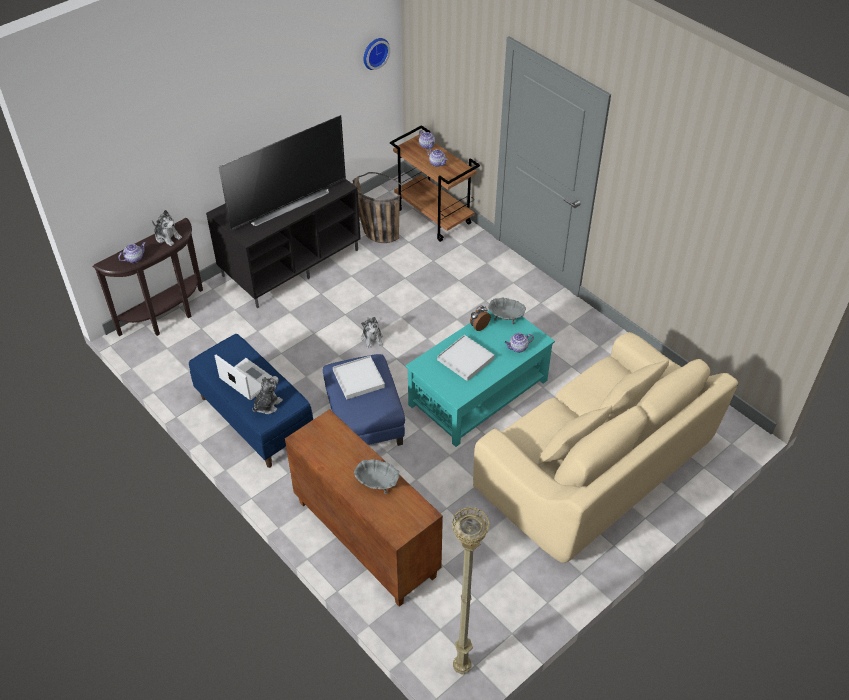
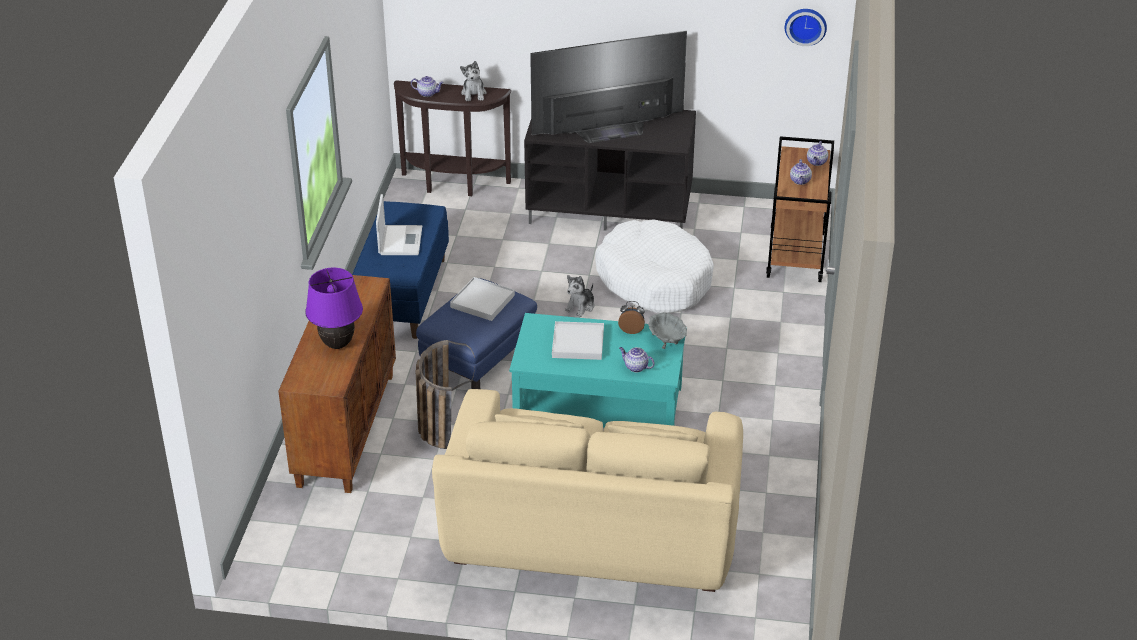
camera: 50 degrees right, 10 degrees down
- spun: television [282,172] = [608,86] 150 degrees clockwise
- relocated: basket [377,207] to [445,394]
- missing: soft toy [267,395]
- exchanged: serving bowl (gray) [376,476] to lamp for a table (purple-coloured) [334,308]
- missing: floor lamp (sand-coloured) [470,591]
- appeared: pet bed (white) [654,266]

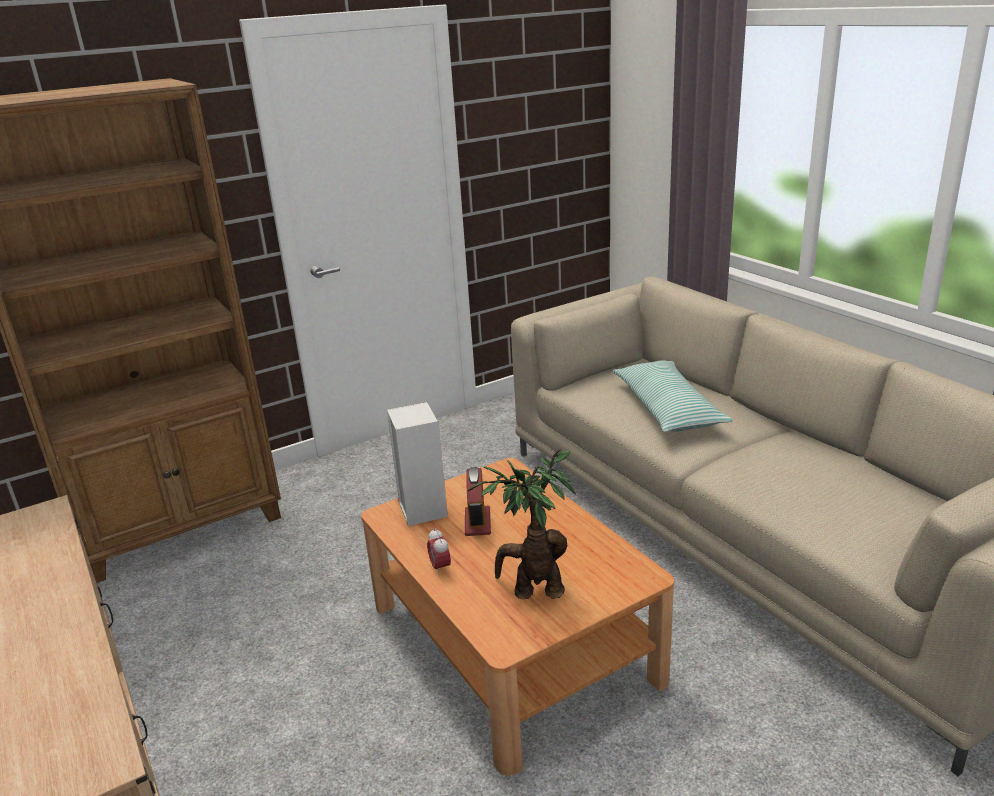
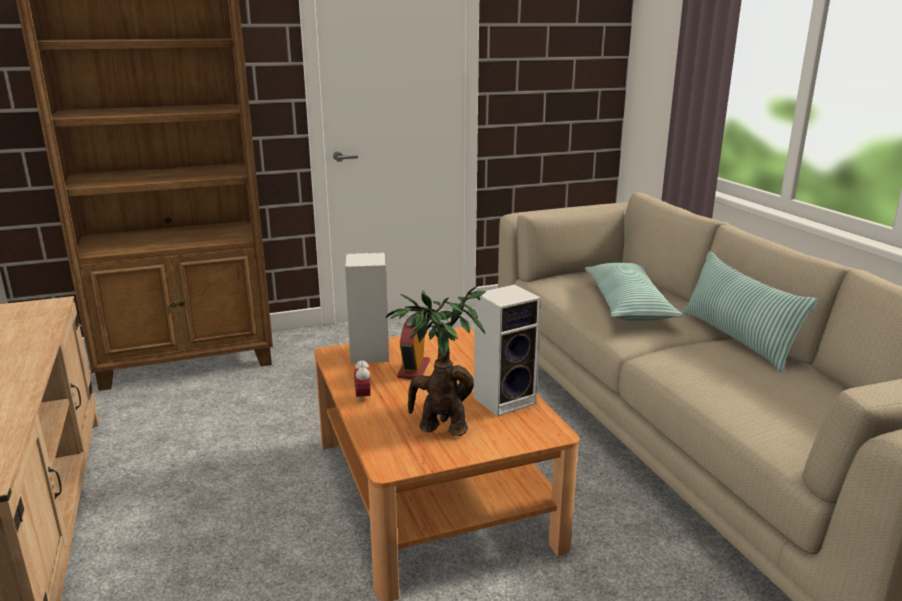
camera: 10 degrees right, 5 degrees down
- appeared: pillow [750,311]
- appeared: speaker [507,350]

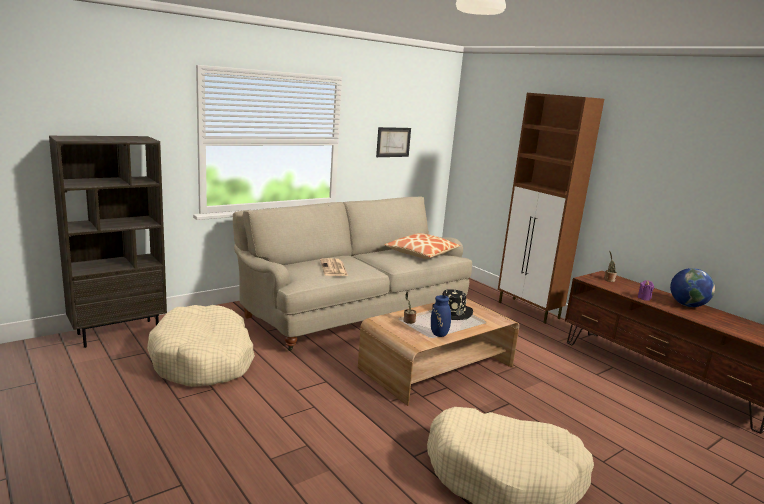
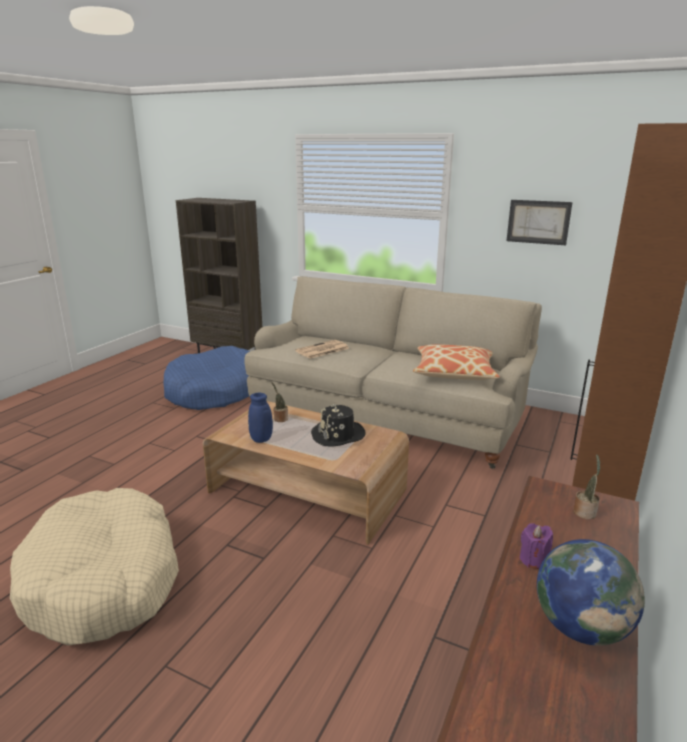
camera: 65 degrees right, 5 degrees up
- colour: pet bed (sand-coloured) [201,346] to pet bed (blue-coloured) [206,378]

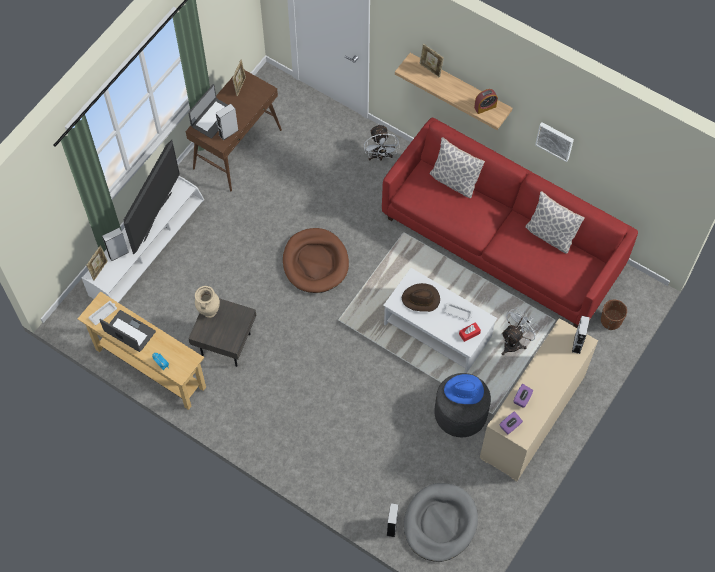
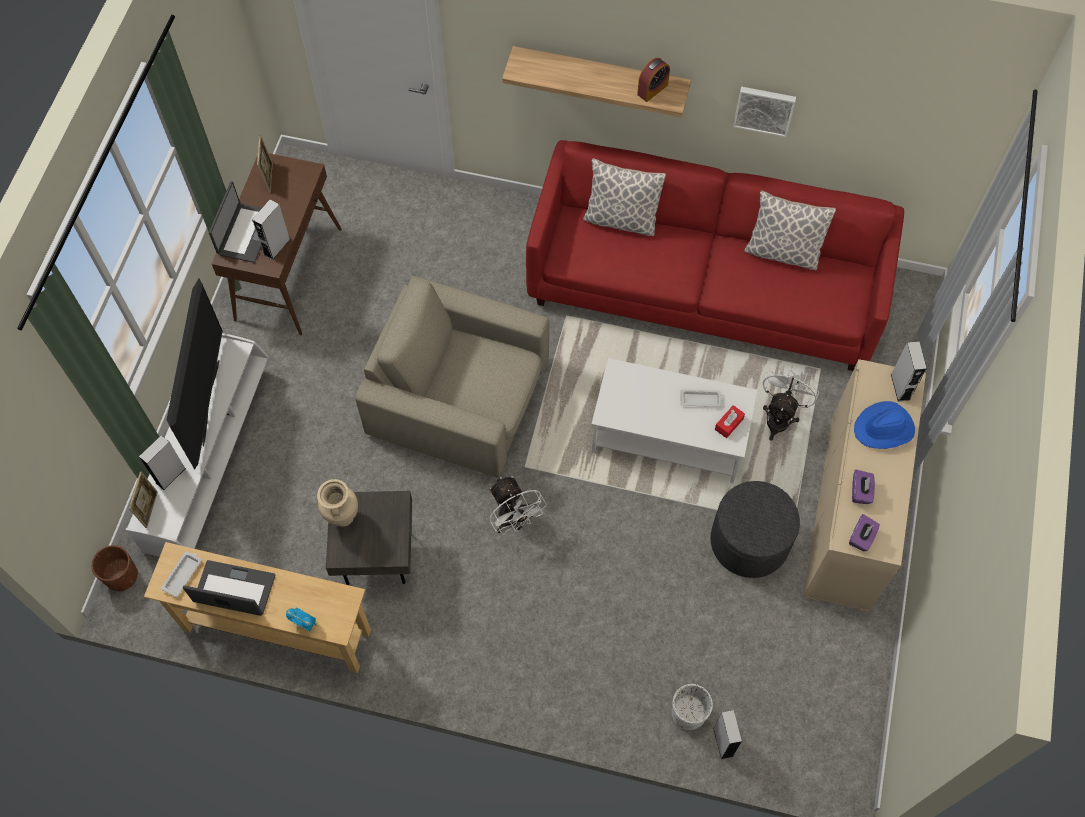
camera: 20 degrees left, 0 degrees up
- missing: picture frame [432,61]
- relocated: cooling fan (white) [382,142] to [518,505]
- exchanged: pet bed (brown-coloured) [316,260] to armchair (sand-coloured) [452,377]
- missing: hat (brown-coloured) [421,297]
- relocated: flower pot (brown-coloured) [614,315] to [114,568]
- relocated: hat (blue-coloured) [464,389] to [884,425]
- missing: pet bed (gray) [441,522]
- appeared: flower pot (white) [692,707]

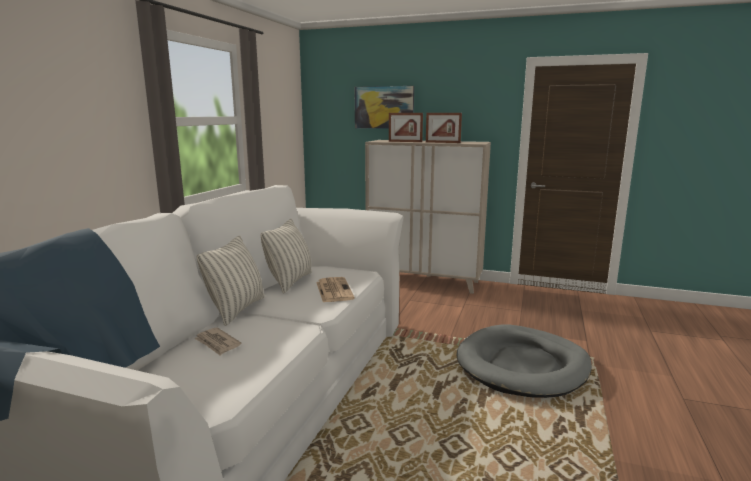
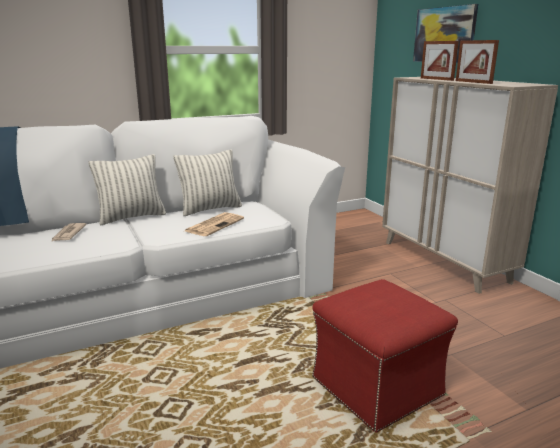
camera: 45 degrees right, 5 degrees up
- exchanged: pet bed (gray) [524,361] to pouffe (red-coloured) [385,356]

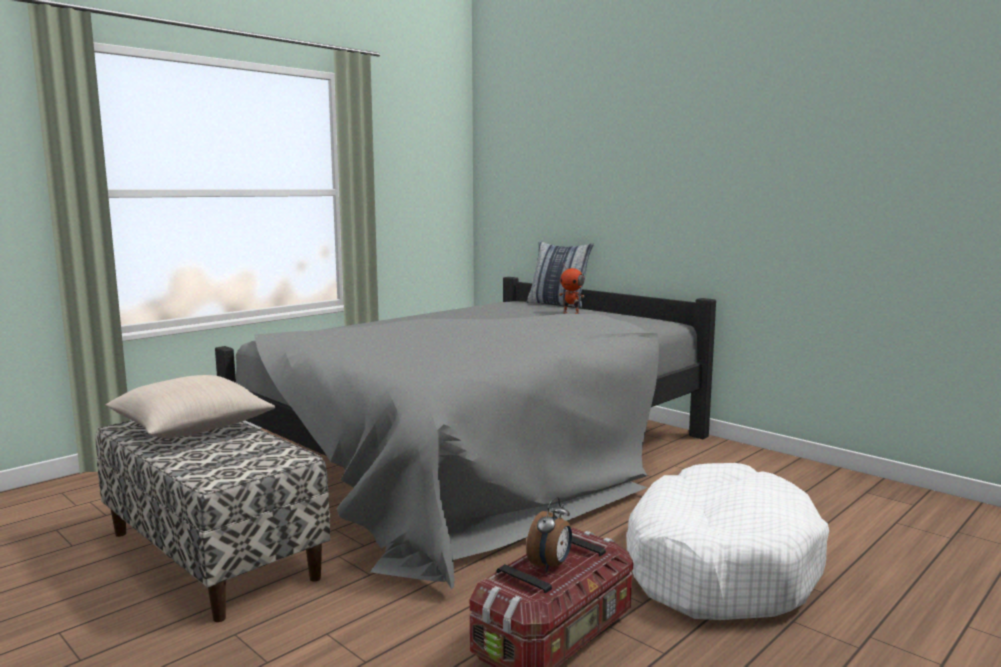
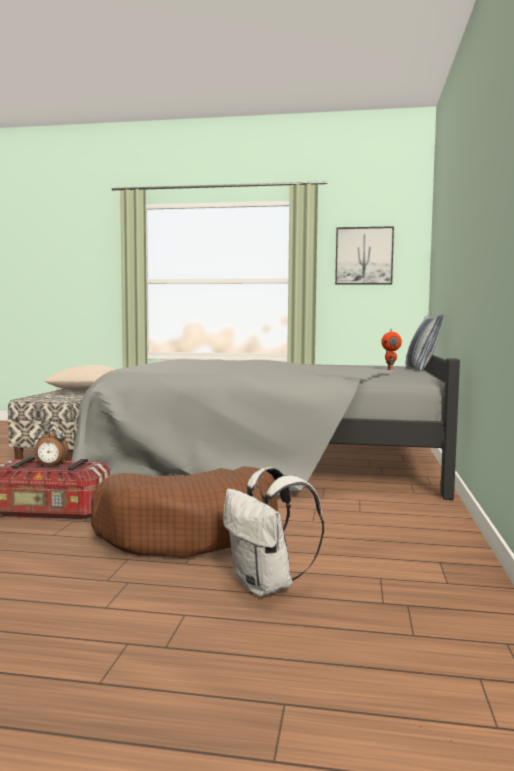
camera: 55 degrees right, 5 degrees down
- colour: pet bed (white) [727,541] to pet bed (brown-coloured) [184,512]
- appeared: picture [364,255]
- appeared: knapsack (white) [273,532]

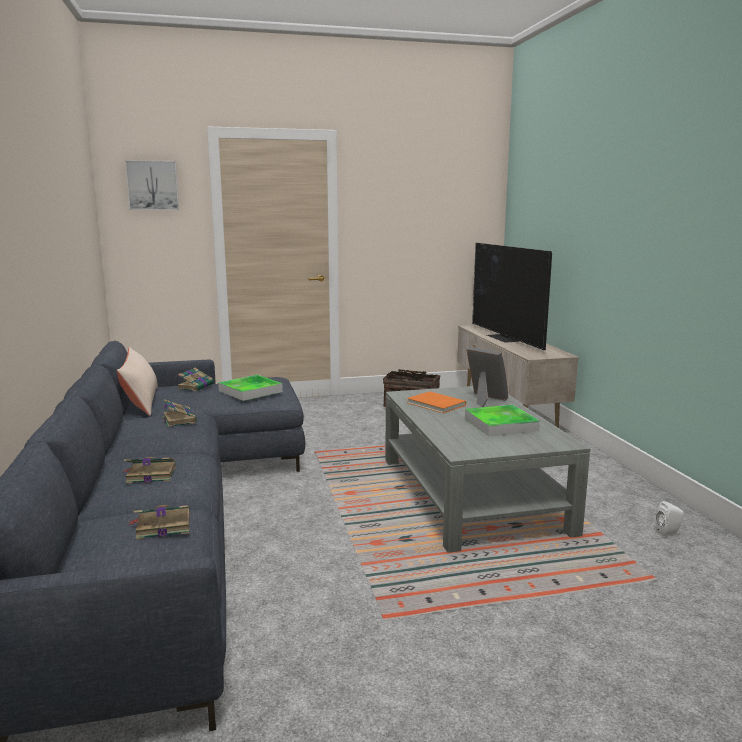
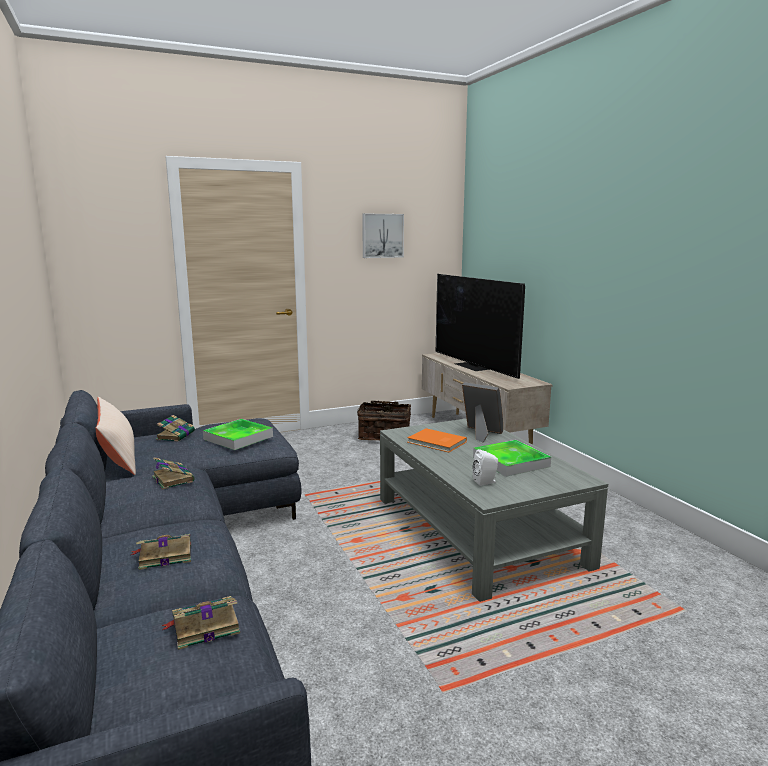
camera: 10 degrees left, 0 degrees up
- relocated: picture [152,185] to [383,236]
- relocated: speaker (white) [669,519] to [485,467]

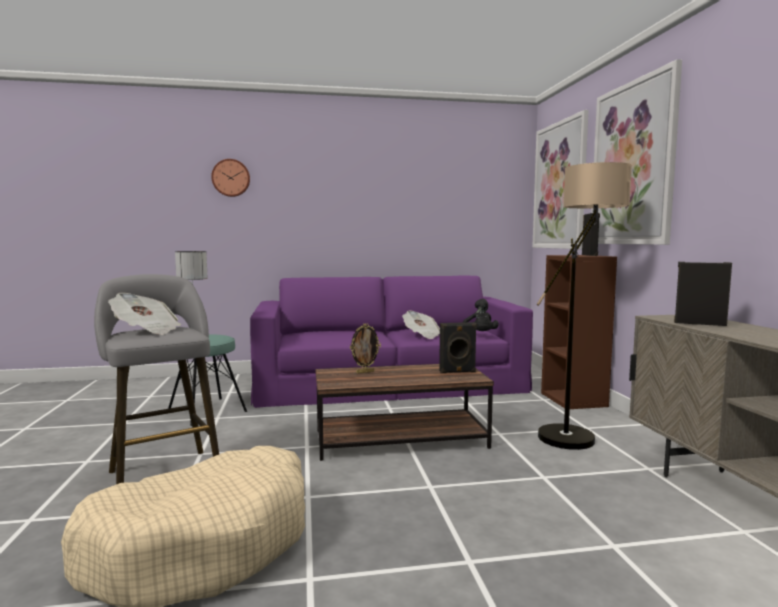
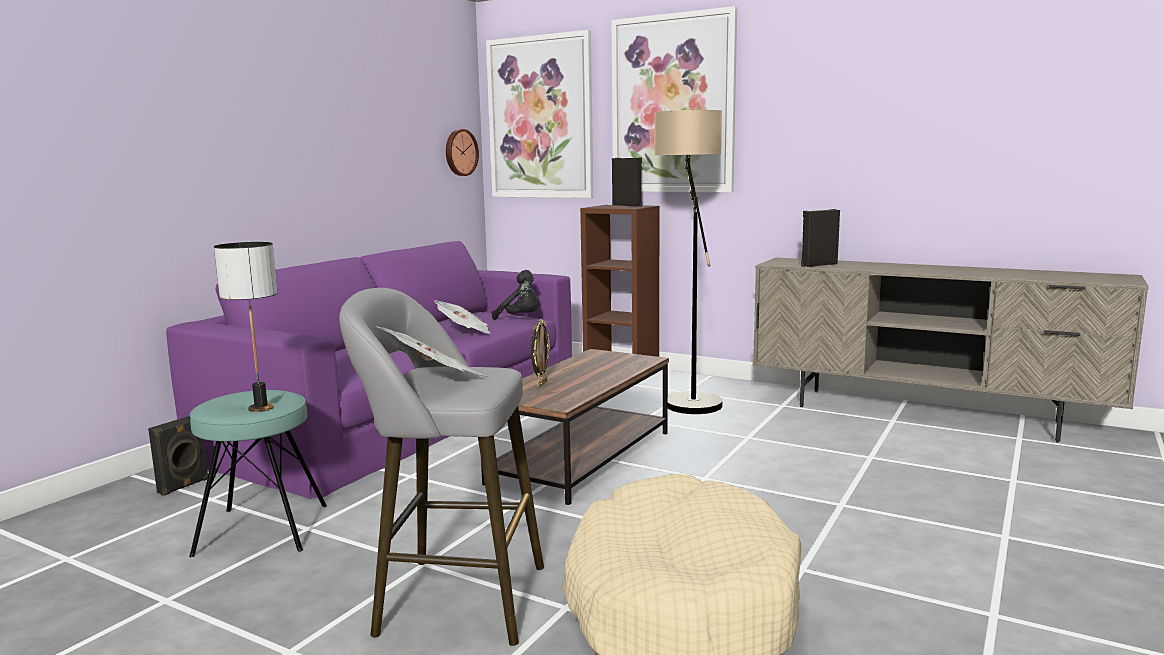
camera: 50 degrees left, 5 degrees up
- relocated: hanging clock [230,178] to [462,152]
- relocated: speaker (black) [458,347] to [178,456]

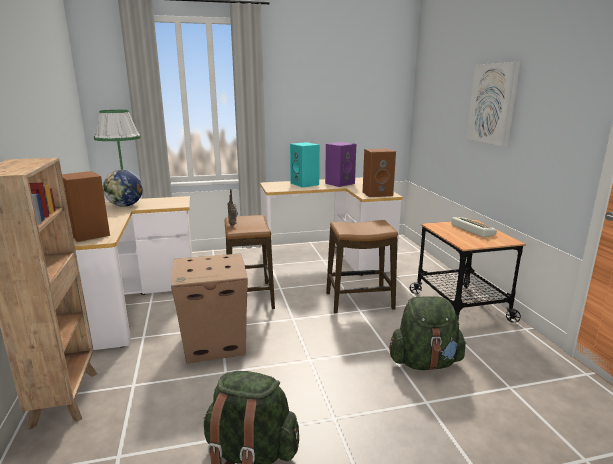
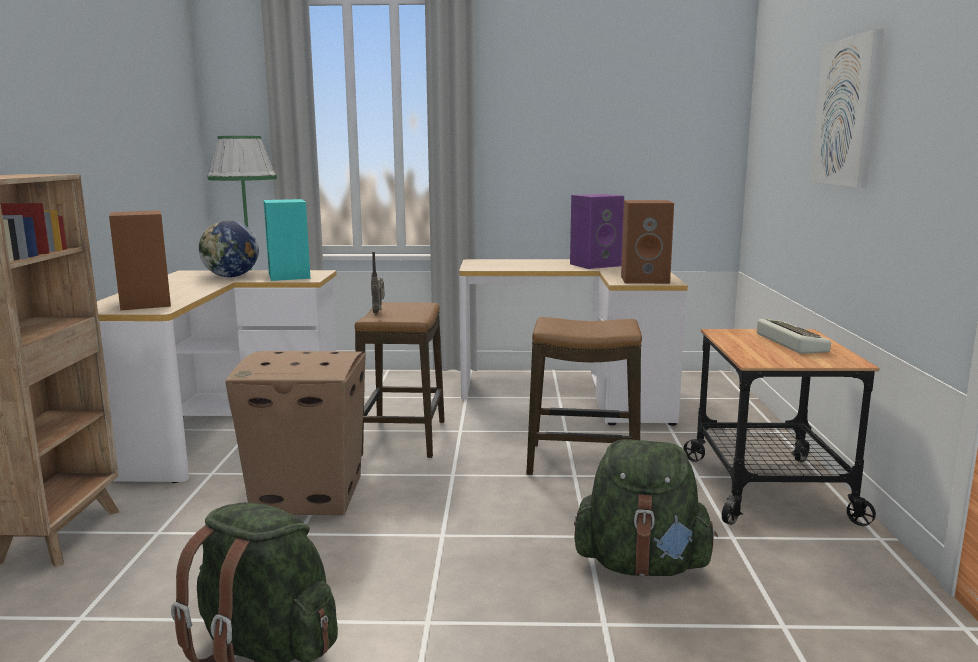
camera: 15 degrees right, 5 degrees down
- relocated: speaker (turquoise-coloured) [305,165] to [287,240]

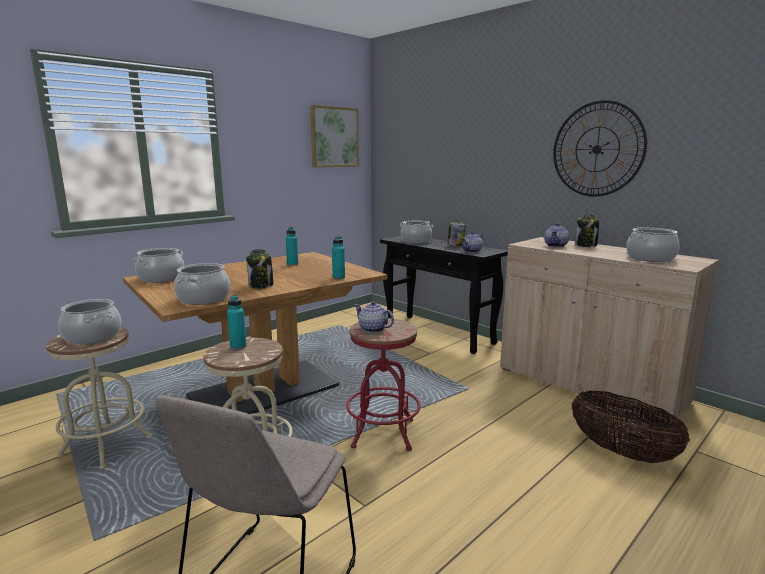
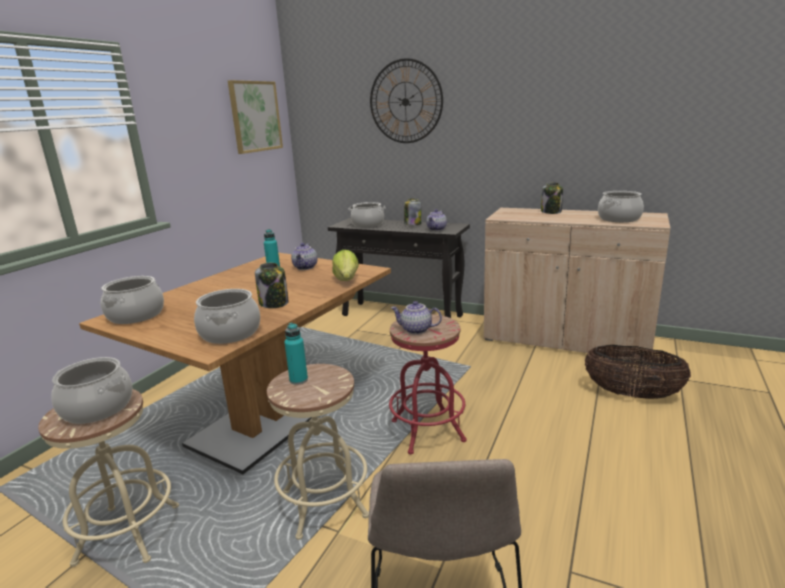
camera: 20 degrees left, 5 degrees up
- relocated: hanging clock [600,148] to [406,100]
- relocated: teapot [556,235] to [304,256]
- exchanged: beverage bottle (turquoise-coloured) [338,257] to lettuce [345,265]

